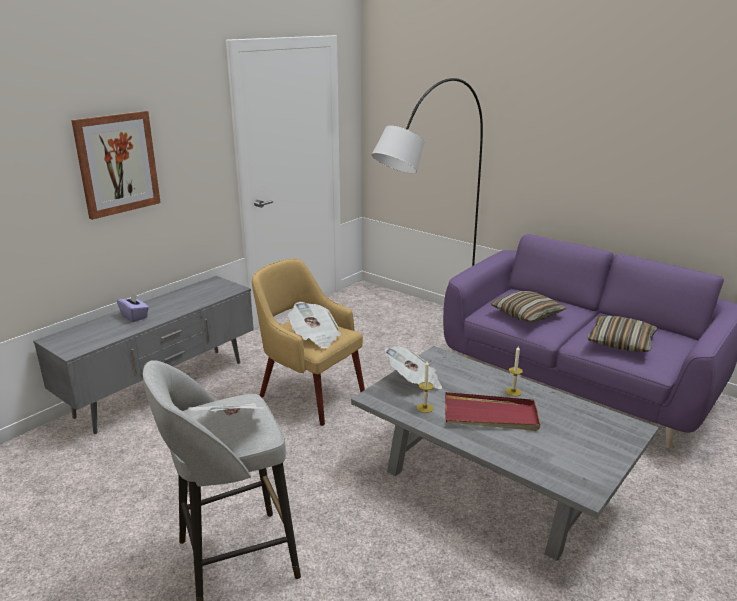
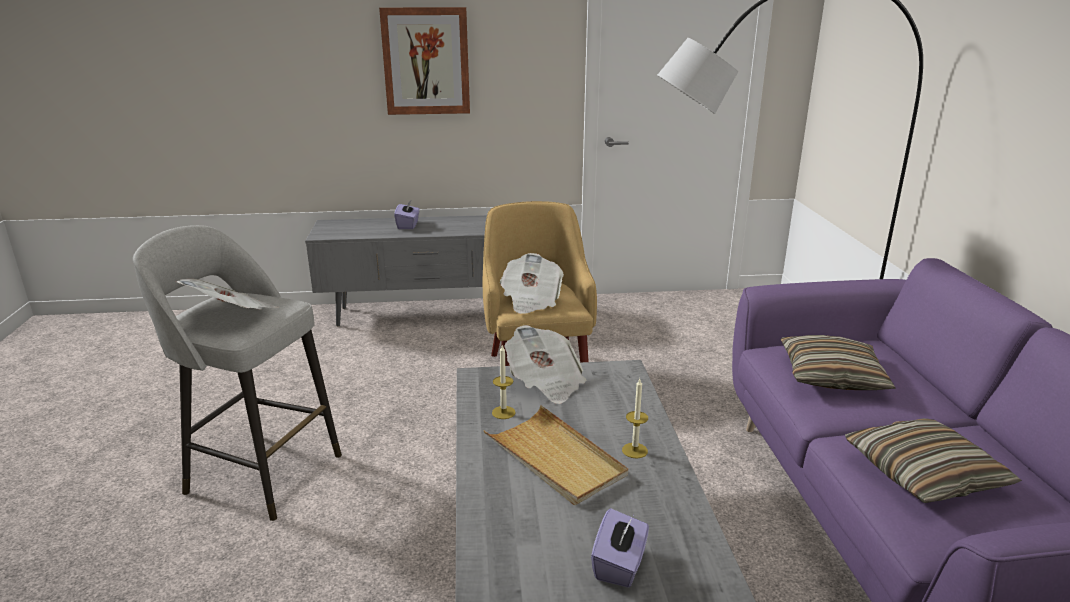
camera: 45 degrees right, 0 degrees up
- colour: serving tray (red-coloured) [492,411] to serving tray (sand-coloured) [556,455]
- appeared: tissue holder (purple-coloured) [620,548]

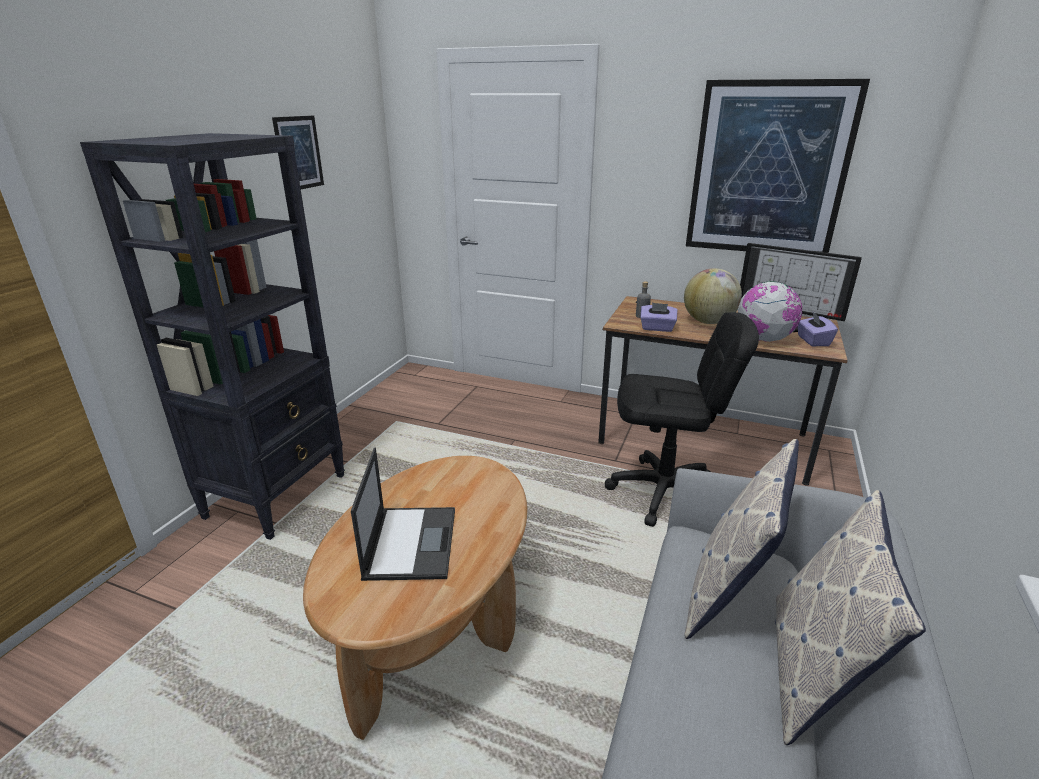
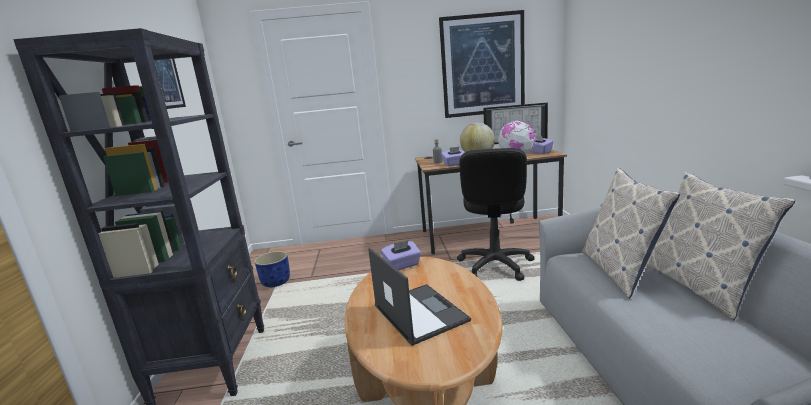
camera: 25 degrees left, 10 degrees down
- spun: office chair (black) [682,419] = [496,214] 120 degrees clockwise
- appeared: tissue holder (purple-coloured) [401,255]
- appeared: flower pot (blue-coloured) [272,269]

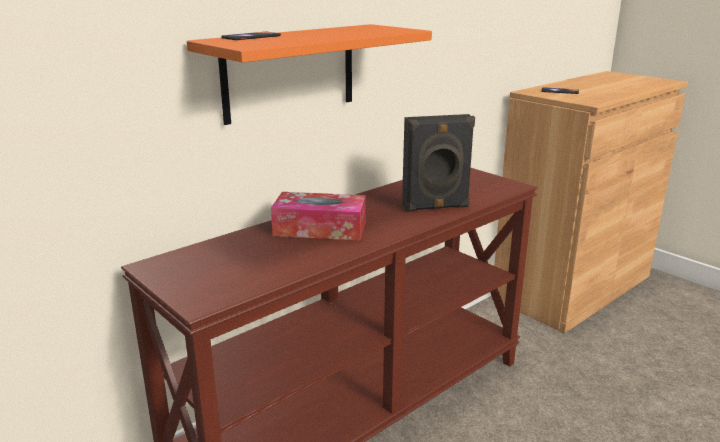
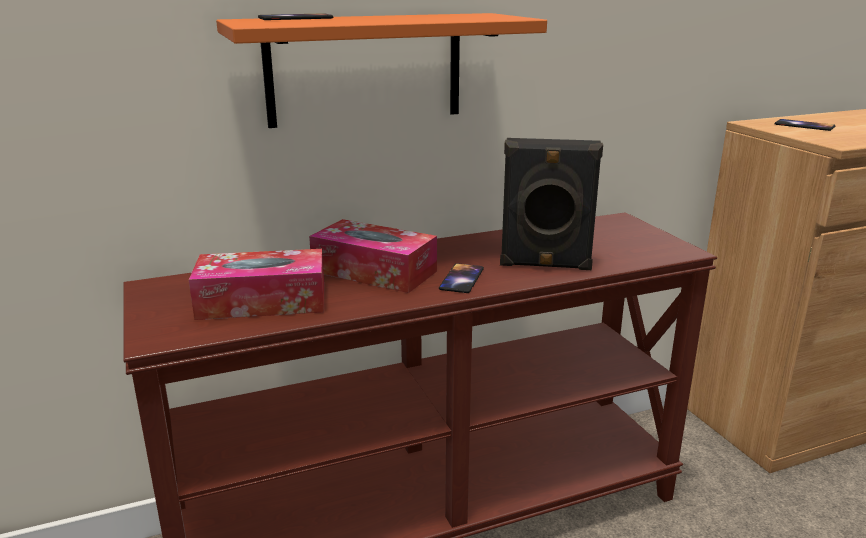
camera: 20 degrees right, 0 degrees up
- appeared: tissue holder [256,284]
- appeared: handset [461,278]

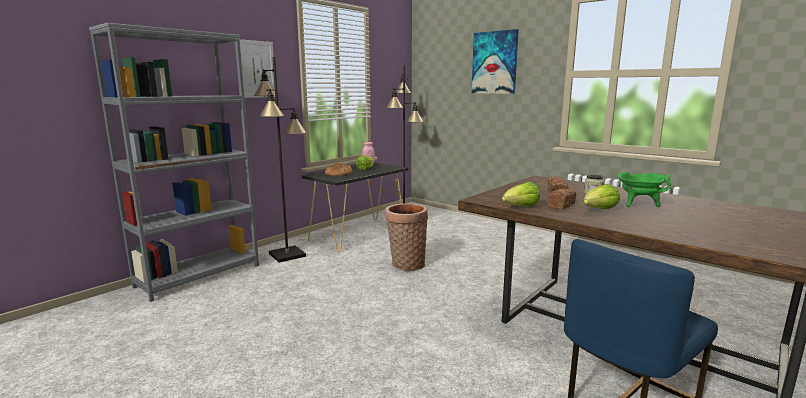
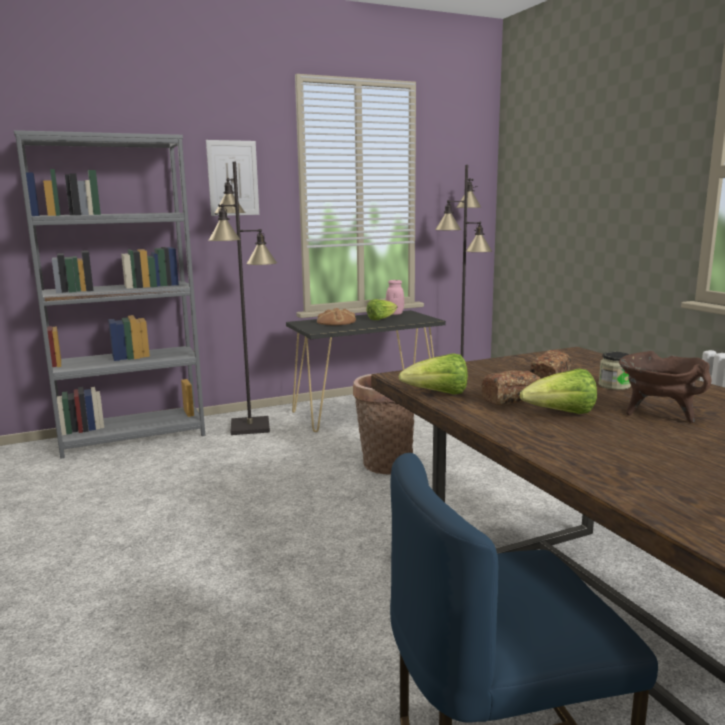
camera: 25 degrees right, 0 degrees up
- missing: picture [495,61]
- colour: stockpot (green-coloured) [644,189] to stockpot (brown-coloured) [665,387]

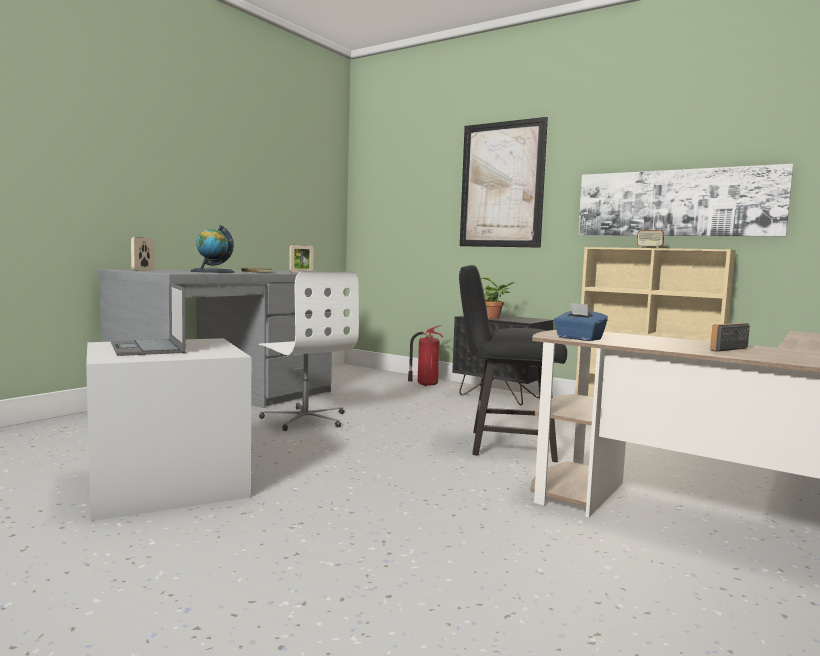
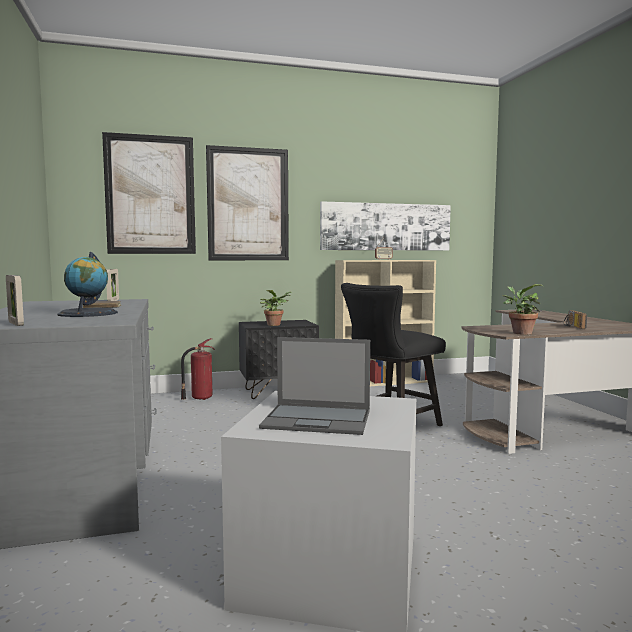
camera: 50 degrees left, 0 degrees up
- missing: office chair (white) [308,351]
- exchanged: tissue holder (blue-coloured) [581,321] to potted plant [522,309]
- appeared: picture [149,193]

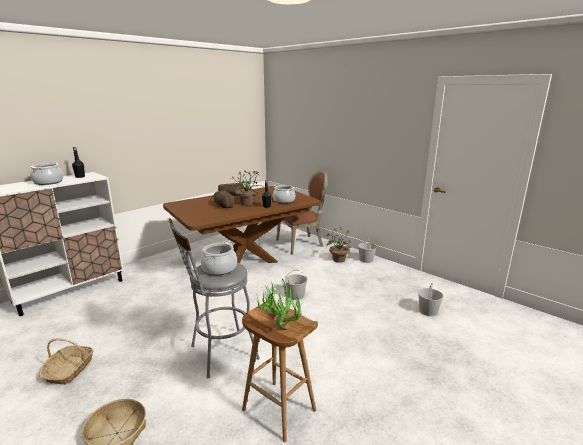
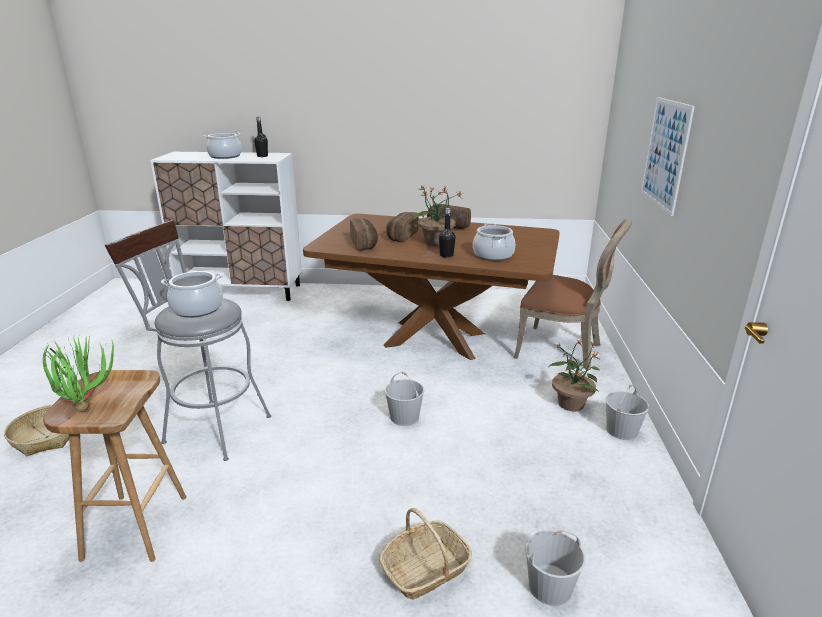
camera: 50 degrees right, 5 degrees up
- relocated: basket [66,361] to [425,553]
- appeared: picture [668,156]
- appeared: baked bread [364,234]

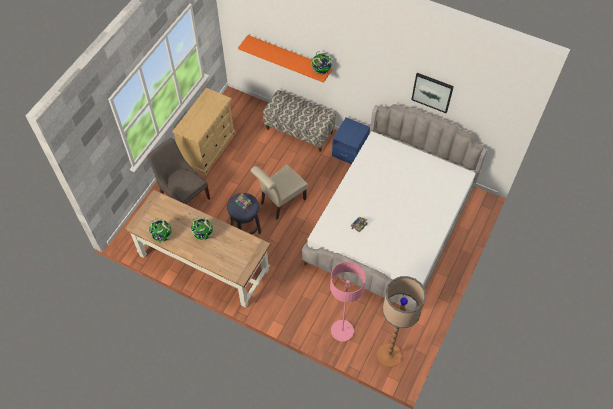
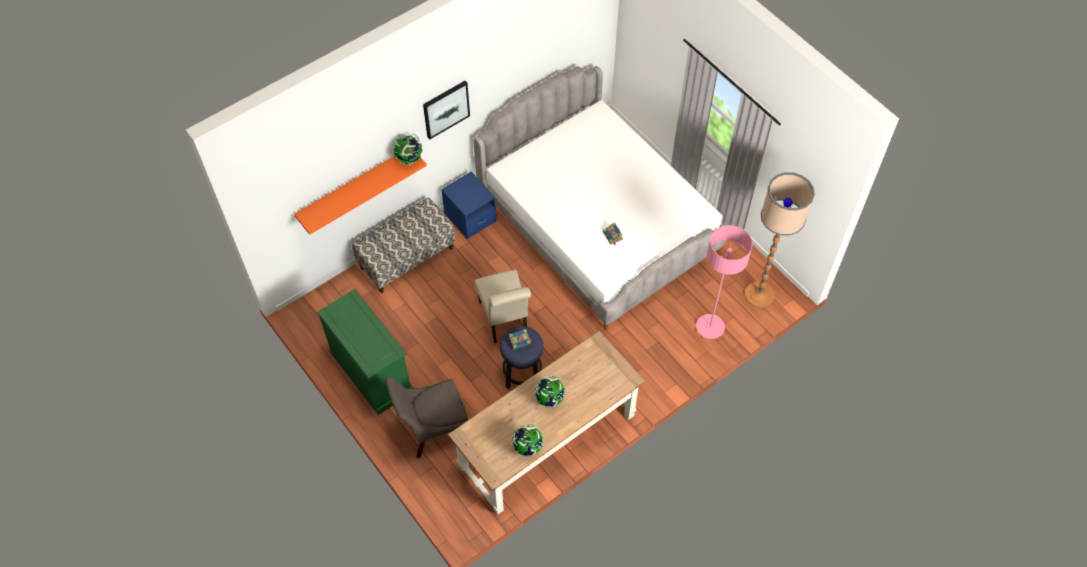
camera: 65 degrees left, 0 degrees up
- relocated: picture [432,93] to [446,110]
- colour: dresser (sand-coloured) [204,132] to dresser (green-coloured) [365,352]

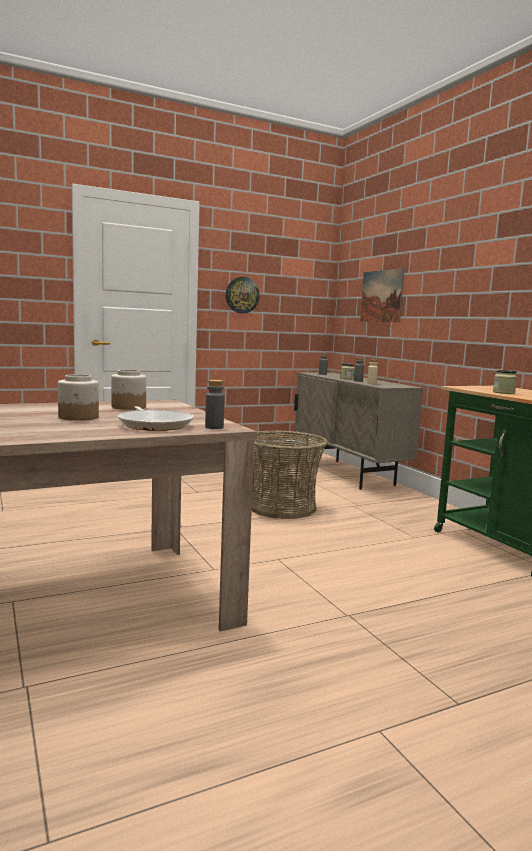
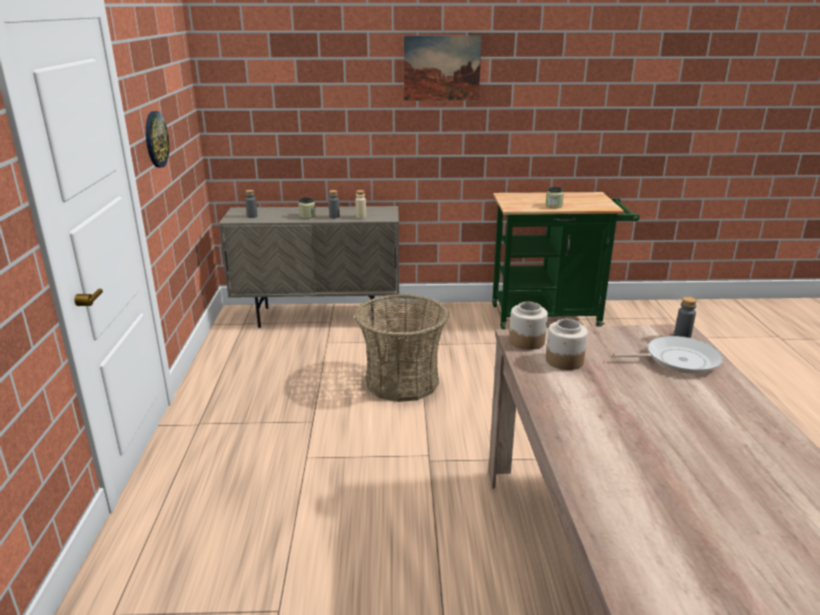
camera: 65 degrees left, 15 degrees up
- relocated: picture [382,295] to [443,68]
- relocated: jar [78,397] to [528,326]

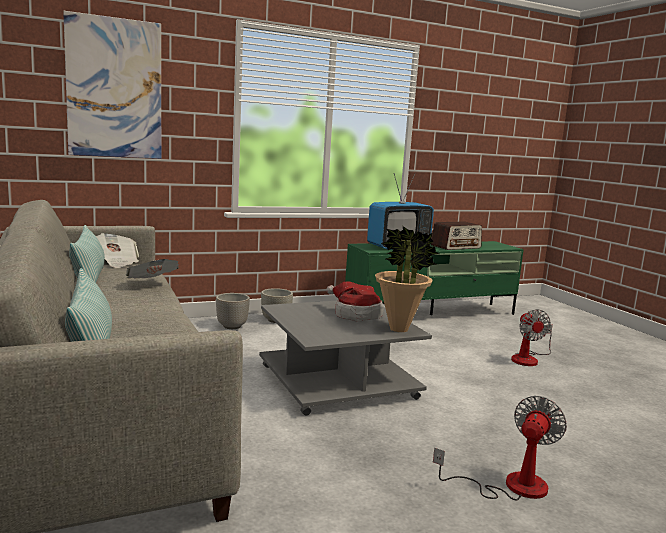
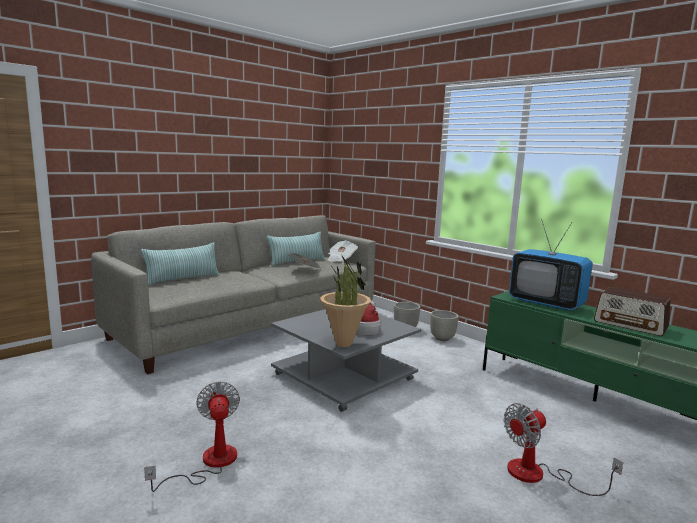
camera: 70 degrees right, 0 degrees up
- missing: picture [112,85]
- spun: cooling fan [500,448] = [192,436] 120 degrees counterclockwise

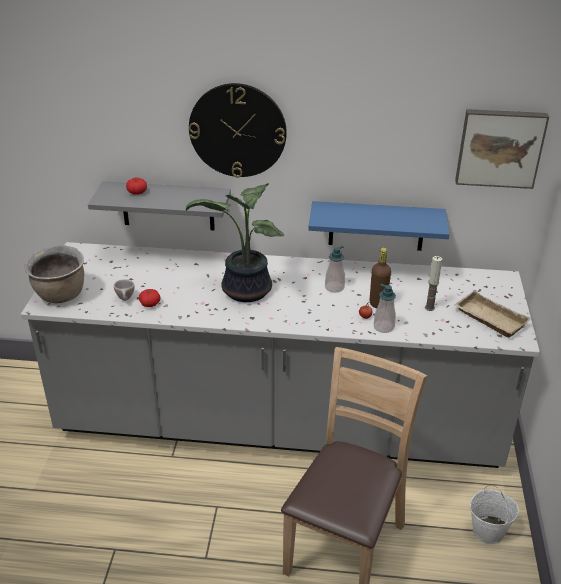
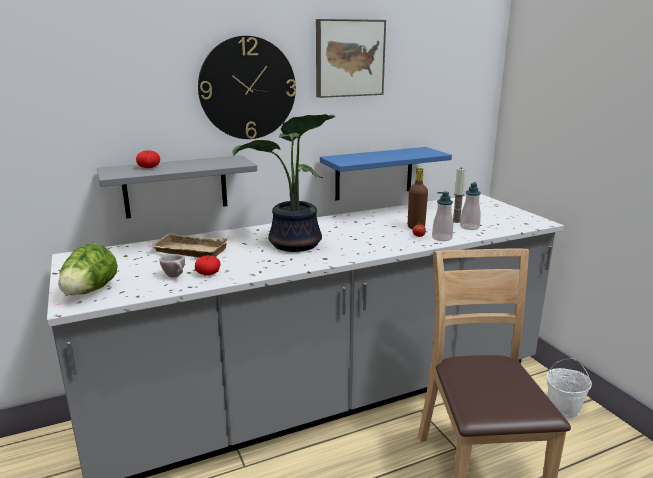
camera: 30 degrees left, 15 degrees down
- relocated: picture [502,149] to [351,58]
- exchanged: stockpot (brown-coloured) [54,274] to lettuce [88,269]
- relocated: soap bottle [335,269] to [470,206]
- relocated: serving tray (sand-coloured) [492,314] to [189,245]

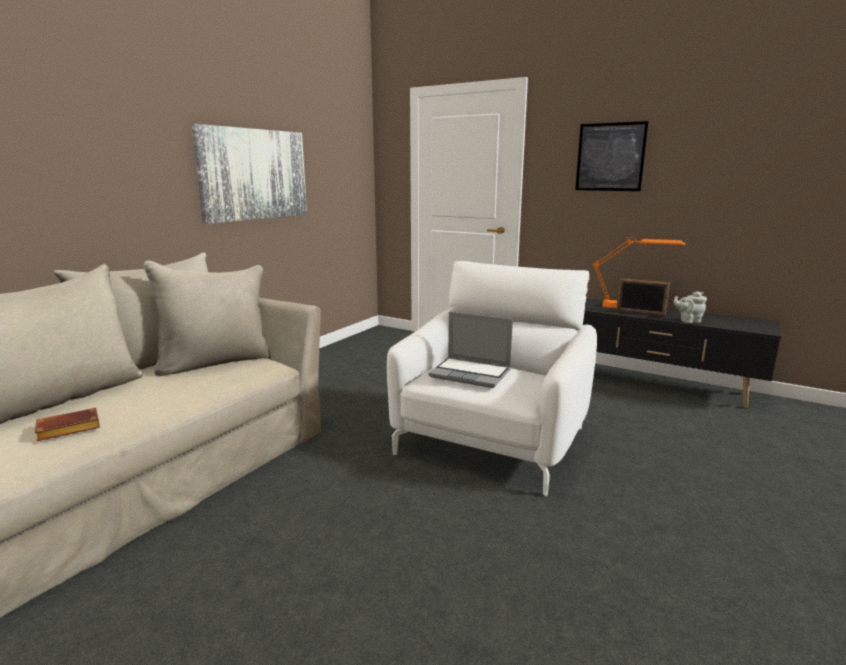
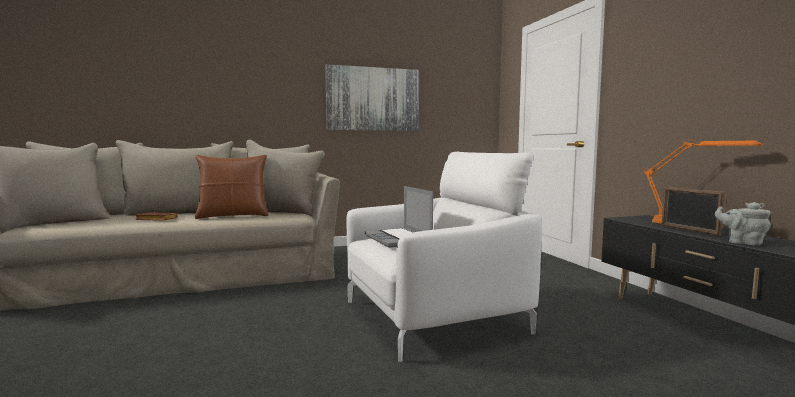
camera: 40 degrees right, 10 degrees down
- missing: picture [612,156]
- appeared: pillow (brown-coloured) [231,187]

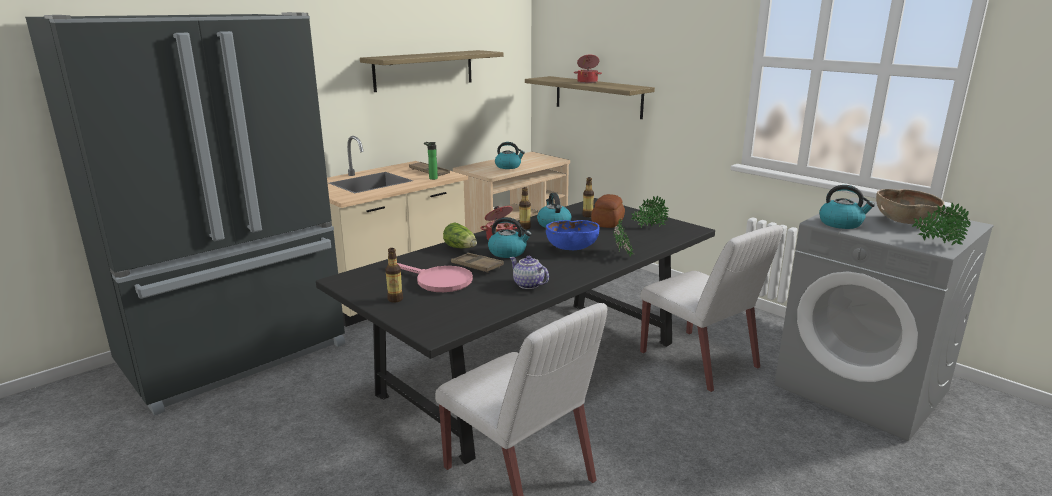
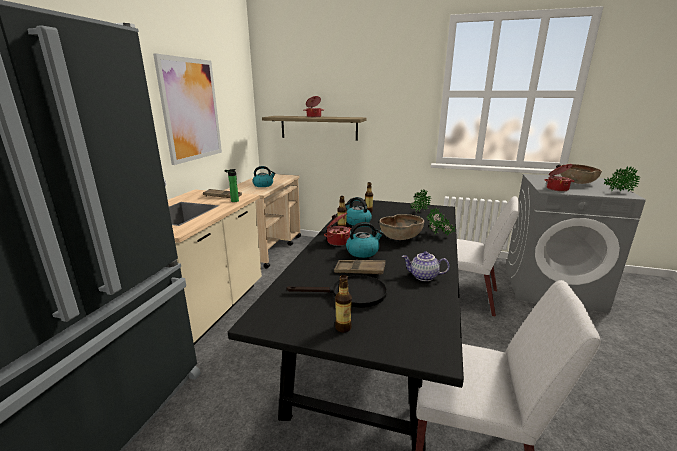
camera: 30 degrees left, 0 degrees up
- exchanged: shelf [432,71] to picture [187,109]
- exchanged: tea kettle [847,207] to stockpot [559,178]
- missing: baked bread [608,211]
- colour: serving bowl (blue-coloured) [572,235] to serving bowl (brown-coloured) [401,227]
- missing: lettuce [460,235]
- colour: skillet (pink) [435,277] to skillet (black) [337,291]

